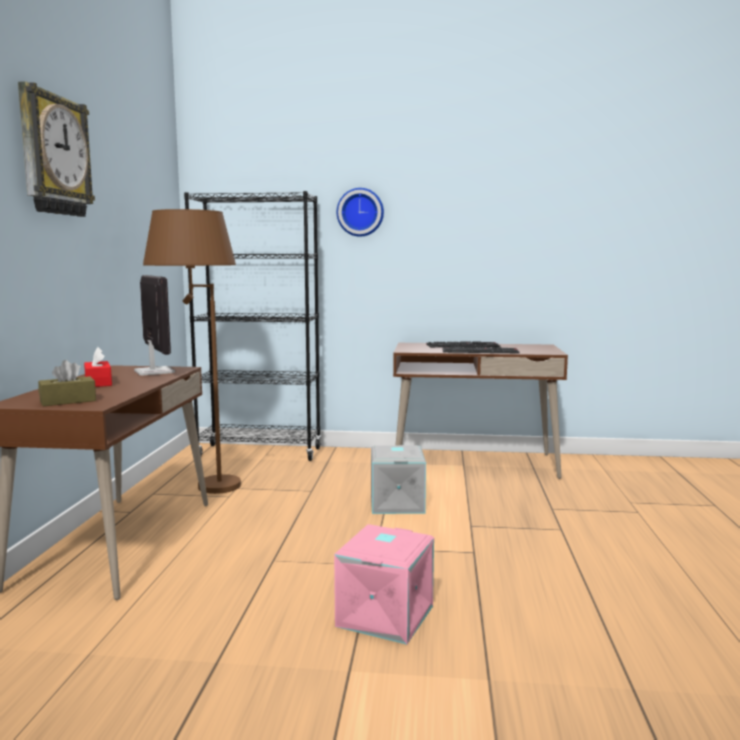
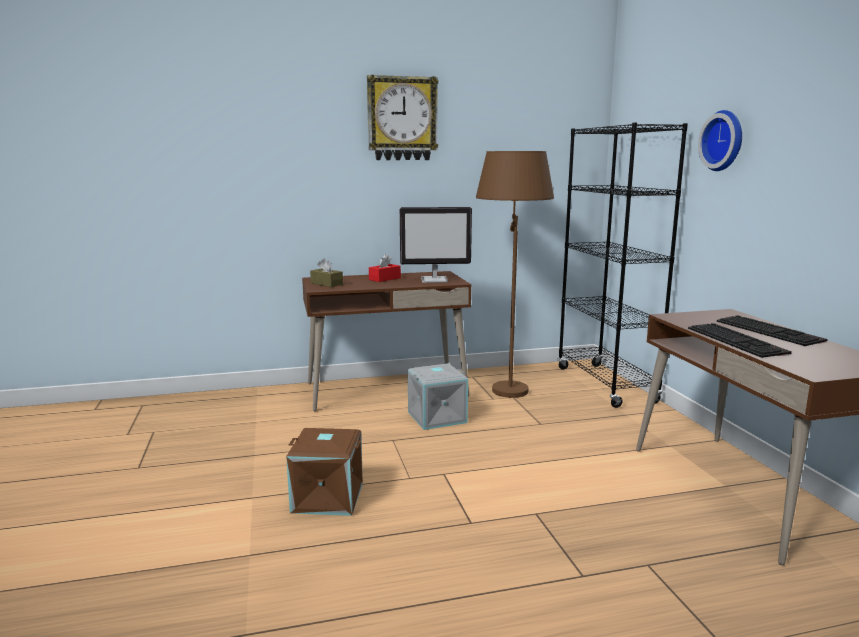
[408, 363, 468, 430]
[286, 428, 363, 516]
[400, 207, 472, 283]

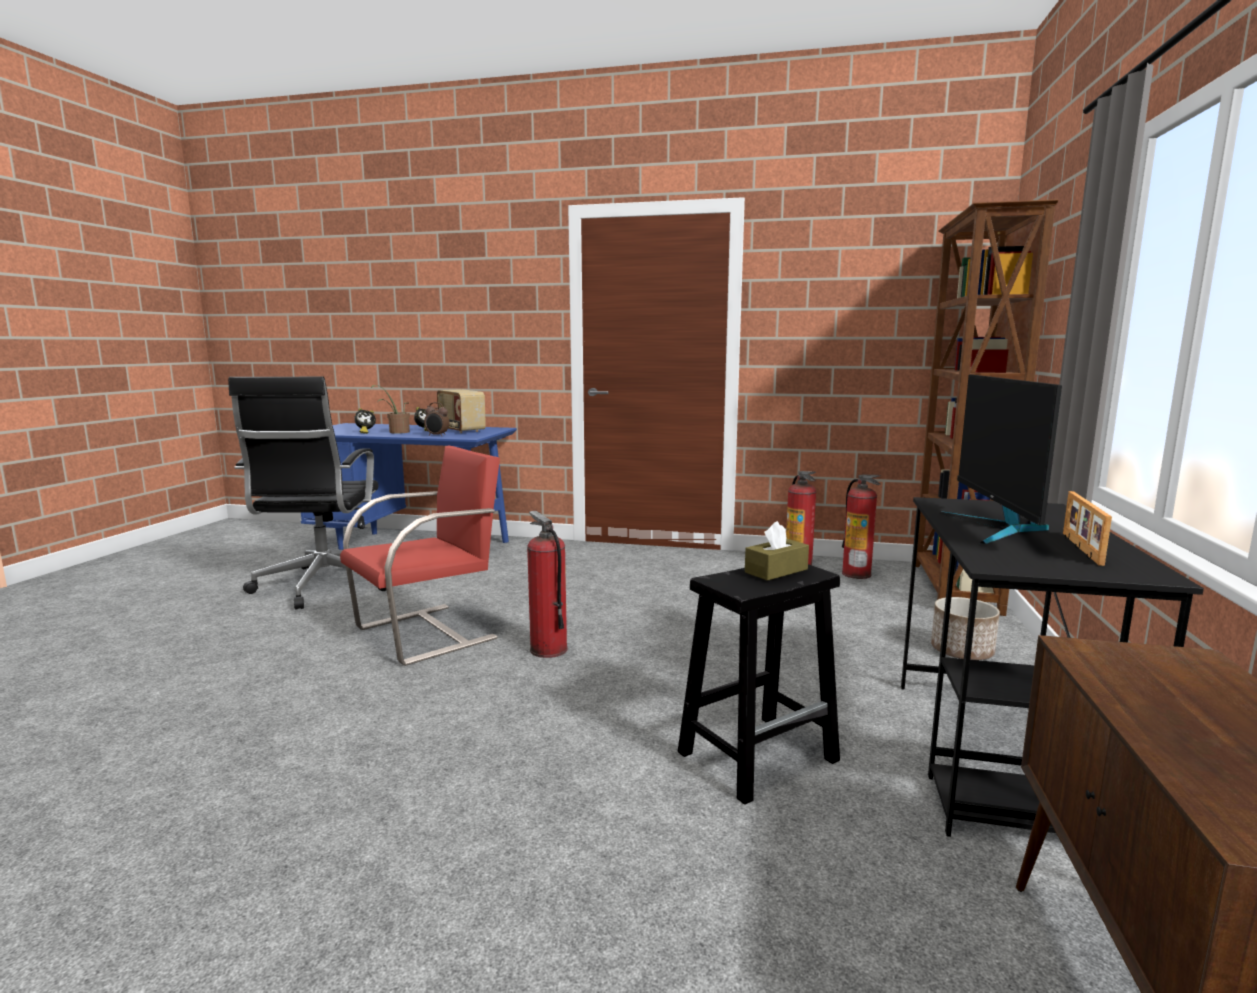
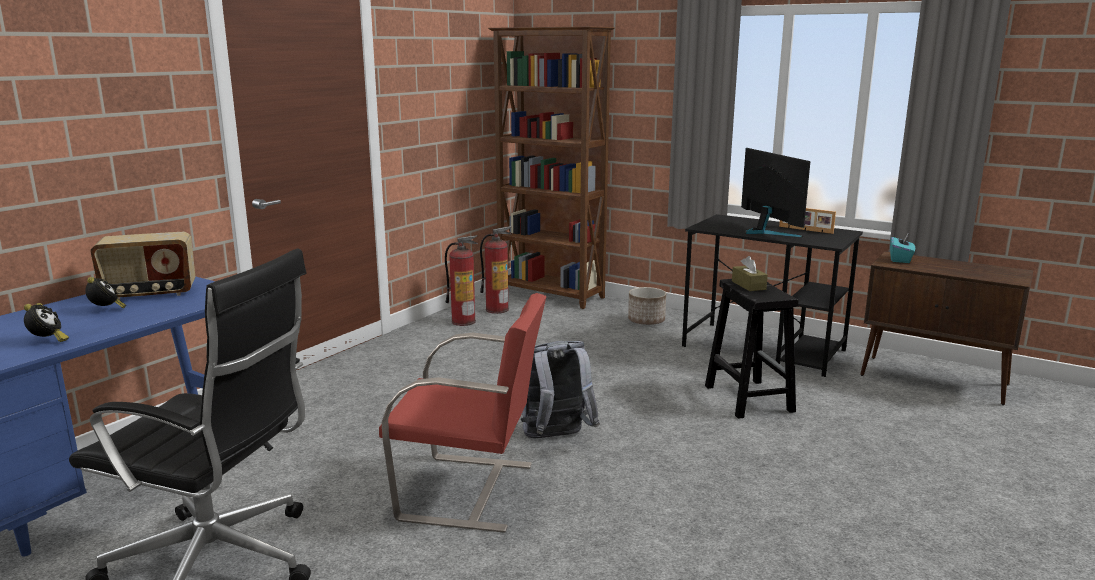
[371, 385, 410, 433] (first image)
[424, 402, 450, 436] (first image)
[890, 234, 915, 263]
[521, 341, 600, 439]
[379, 293, 547, 533]
[741, 148, 810, 237]

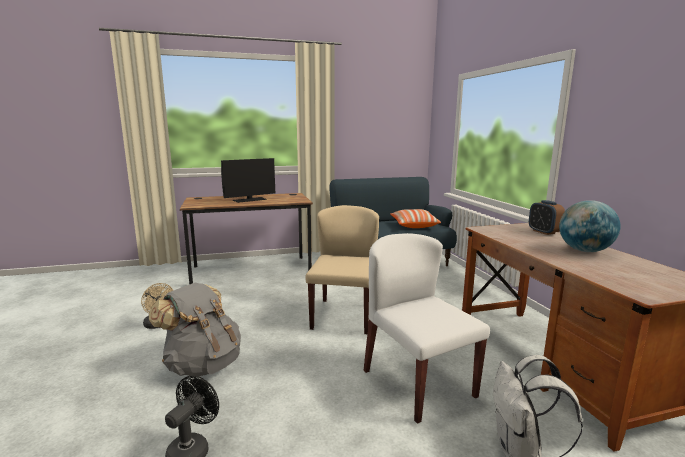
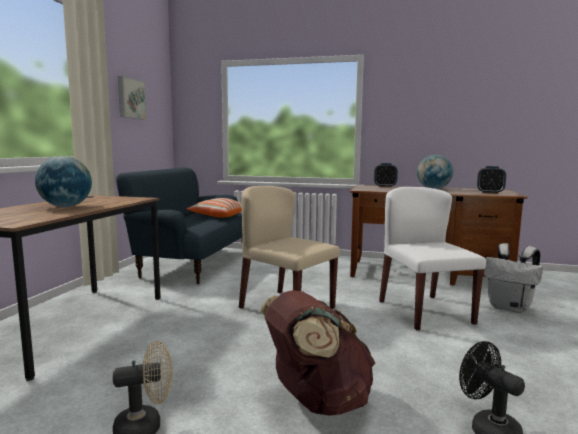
[118, 76, 147, 119]
[477, 166, 506, 194]
[35, 156, 92, 207]
[260, 290, 375, 416]
[379, 187, 486, 330]

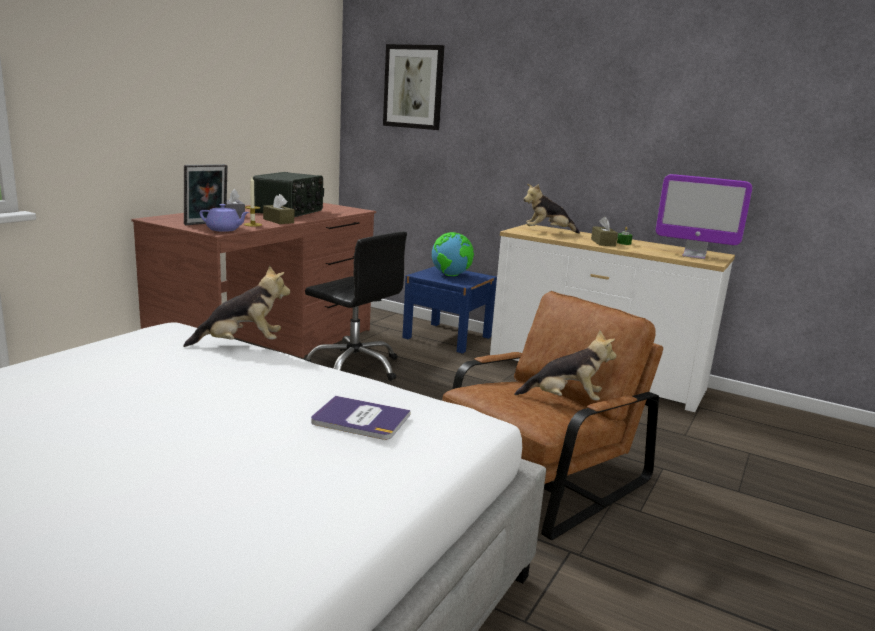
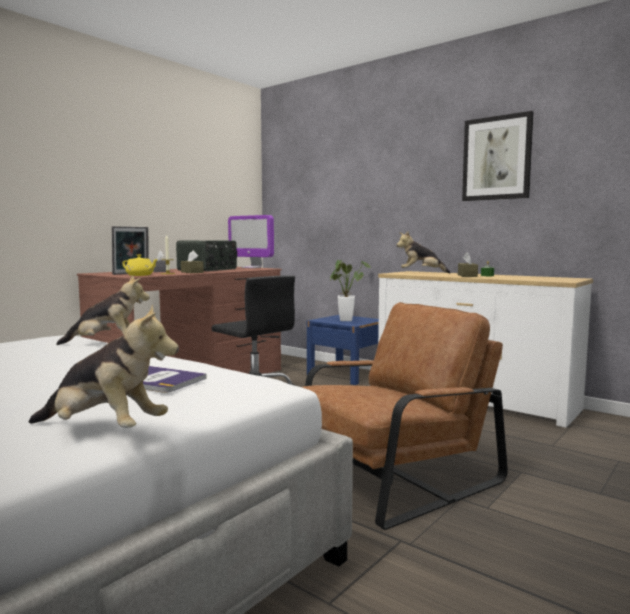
[462, 111, 533, 201]
[29, 304, 179, 428]
[228, 215, 274, 268]
[330, 260, 371, 321]
[122, 254, 159, 276]

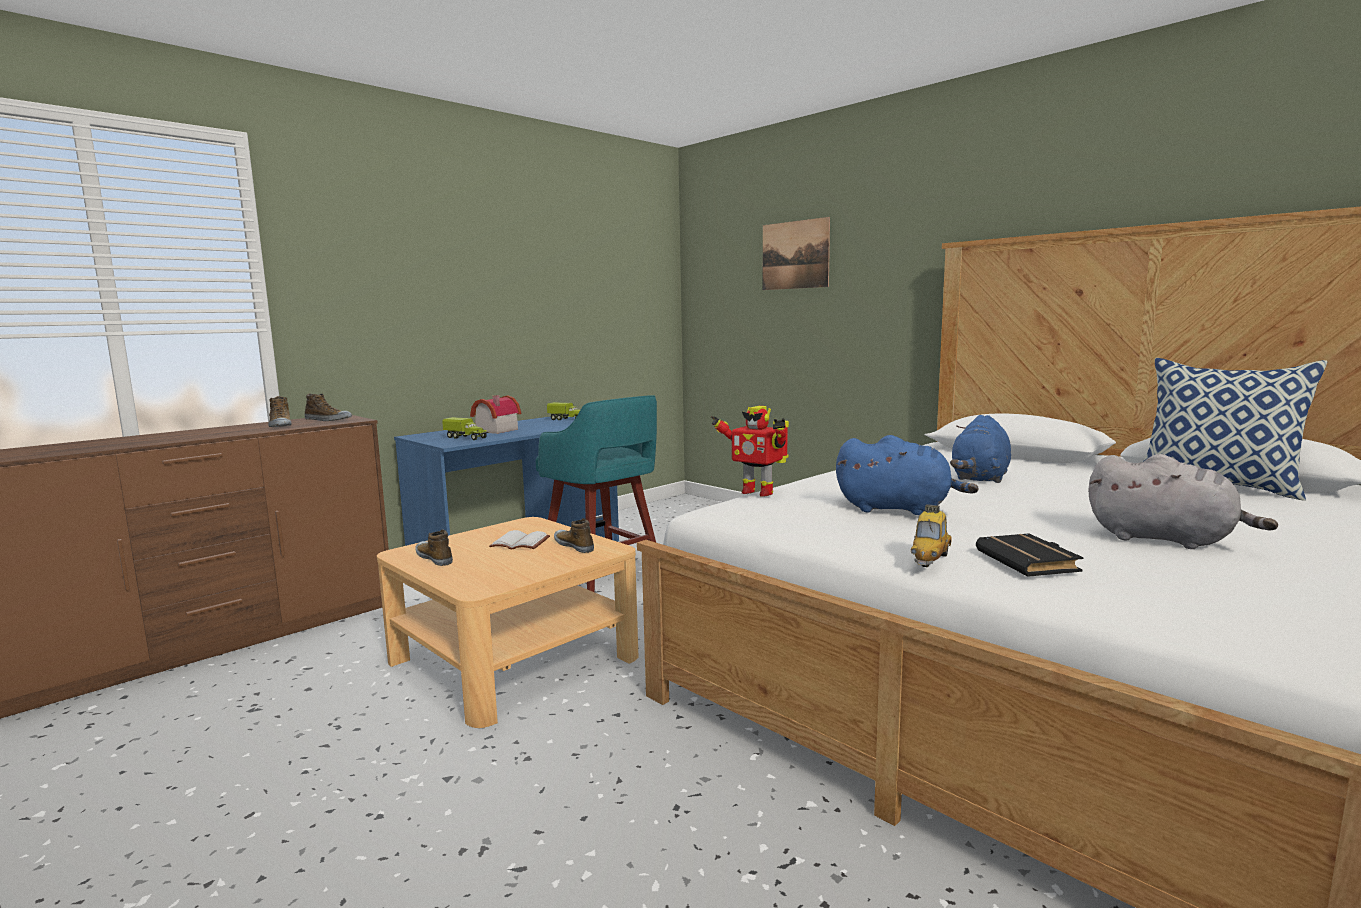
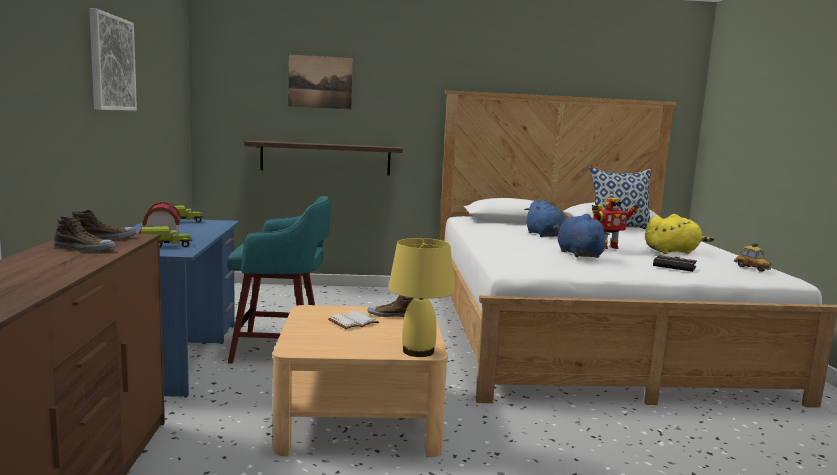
[415, 529, 453, 566] (first image)
[89, 8, 137, 111]
[244, 140, 403, 175]
[388, 238, 455, 357]
[592, 197, 640, 249]
[734, 243, 772, 272]
[645, 214, 714, 254]
[558, 214, 610, 258]

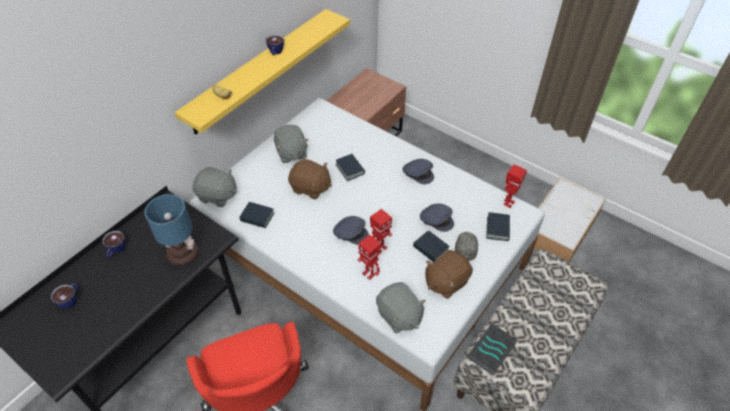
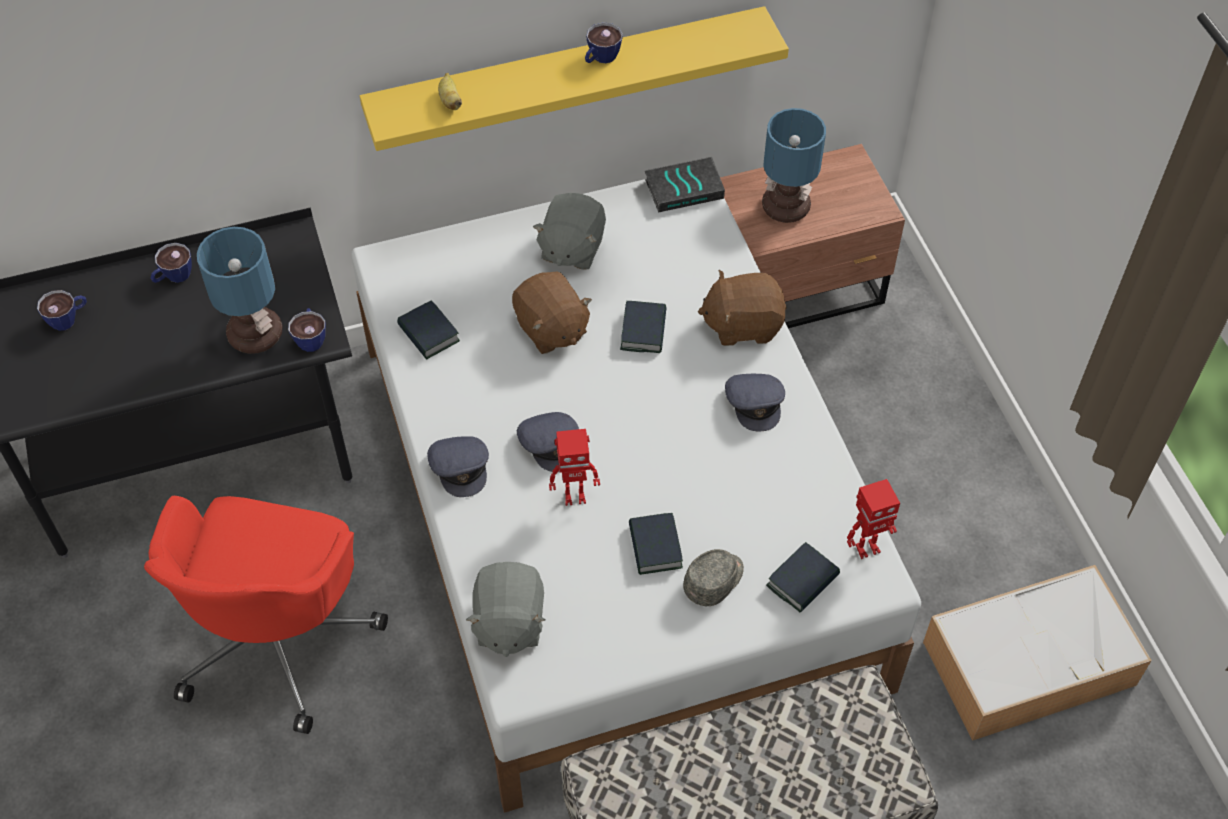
[192, 167, 237, 207] (first image)
[357, 234, 381, 280] (first image)
[288, 308, 326, 352]
[762, 108, 826, 223]
[427, 436, 489, 497]
[698, 270, 787, 346]
[645, 157, 725, 213]

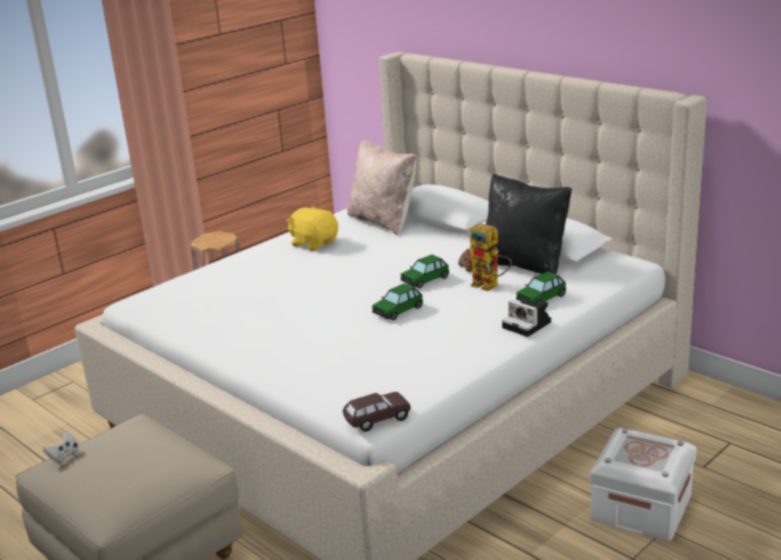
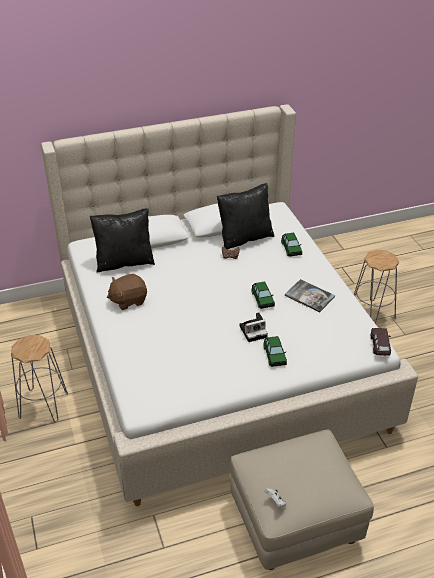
[466, 223, 512, 291] (first image)
[285, 279, 335, 312]
[263, 336, 287, 367]
[239, 312, 268, 342]
[354, 250, 400, 324]
[107, 274, 147, 310]
[90, 208, 155, 272]

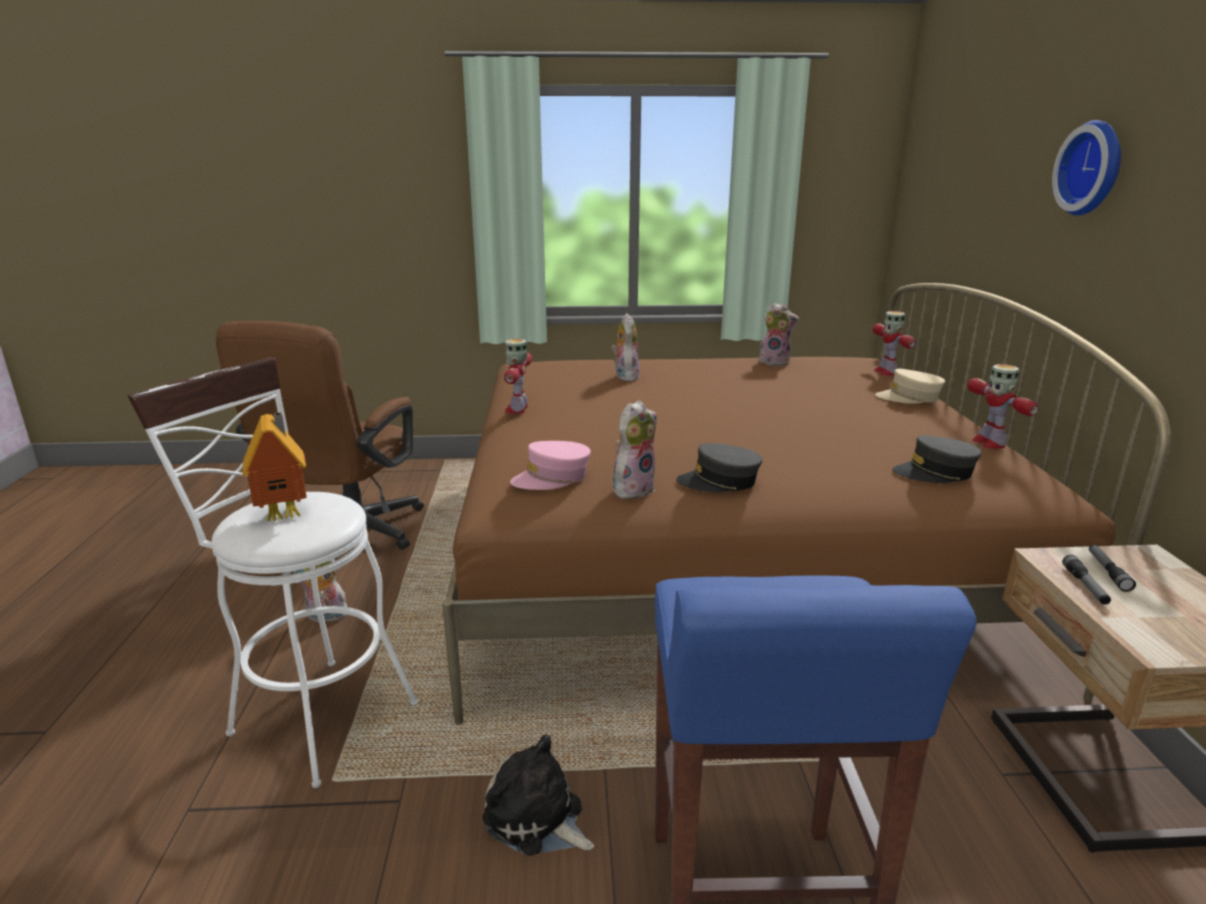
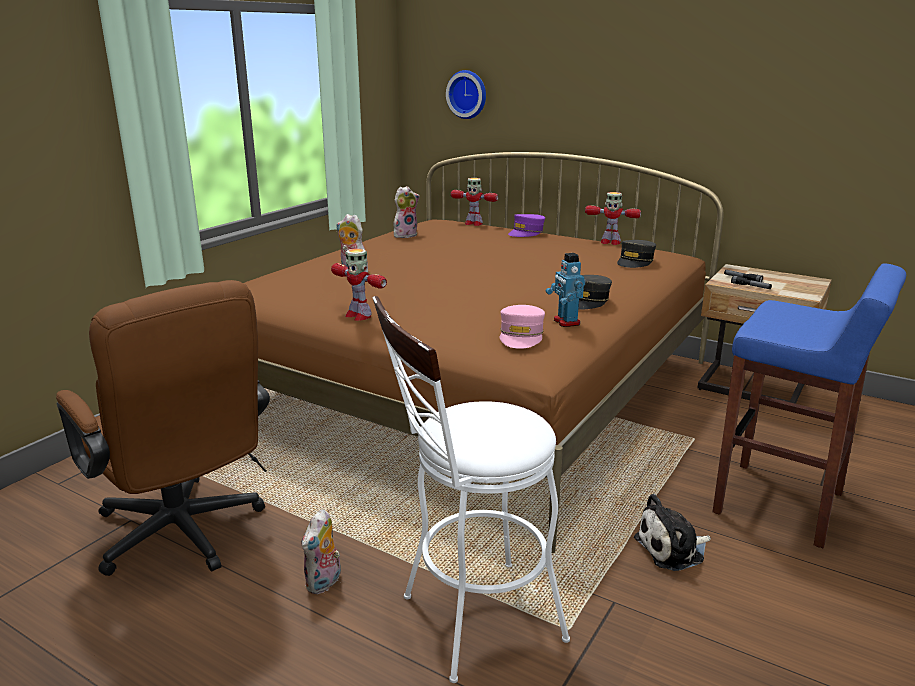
[243, 412, 307, 522] (first image)
[446, 70, 486, 119]
[546, 253, 586, 327]
[508, 214, 545, 237]

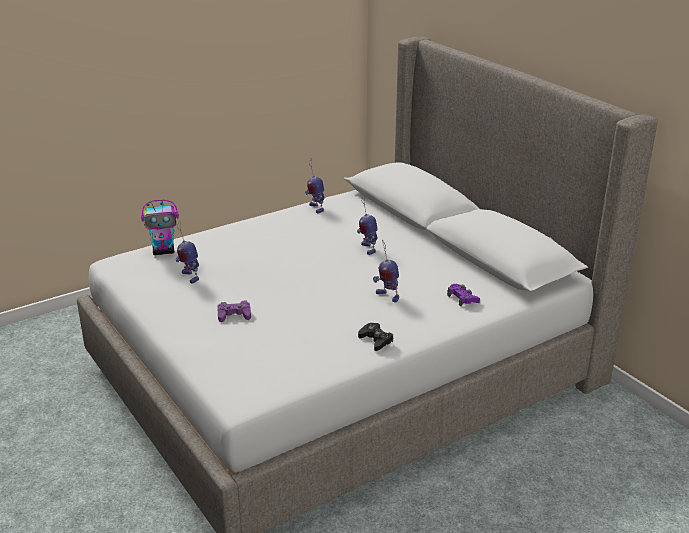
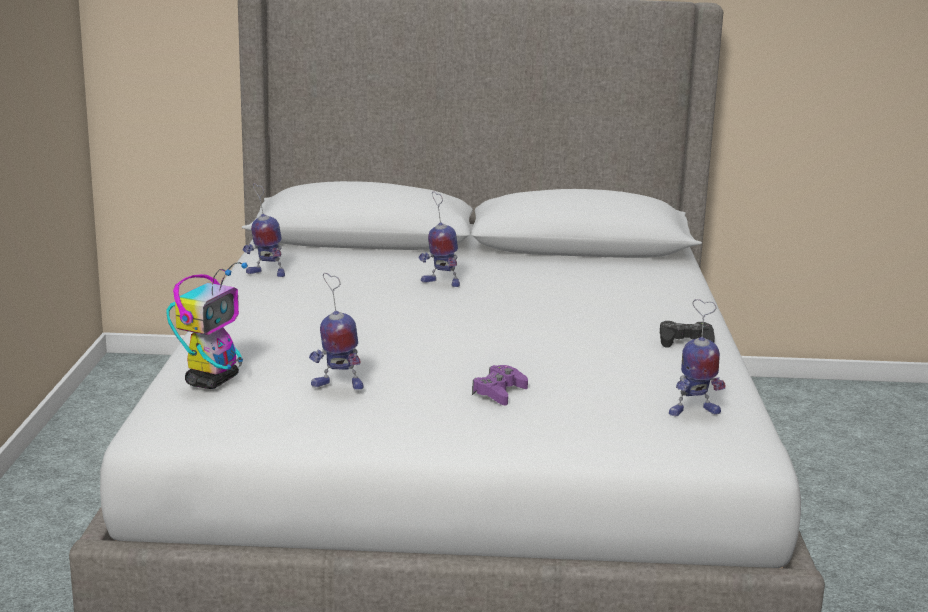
[447, 284, 480, 306] (first image)
[669, 299, 725, 416]

